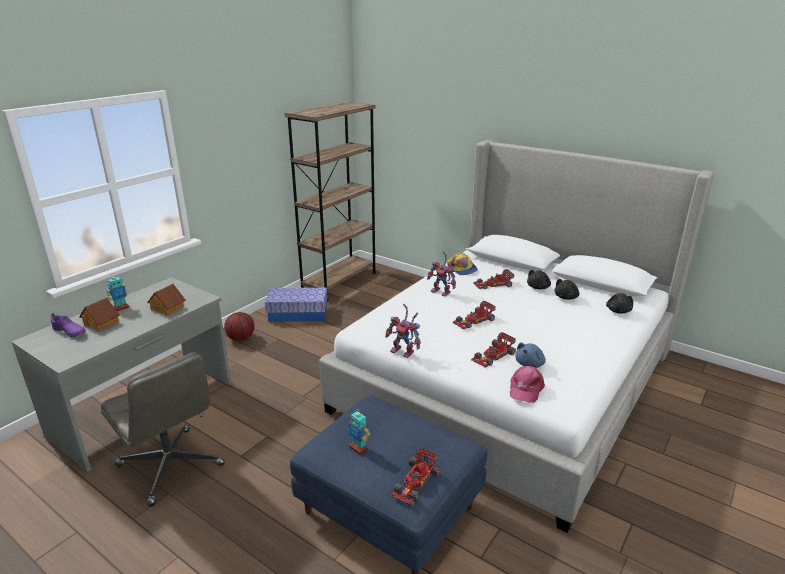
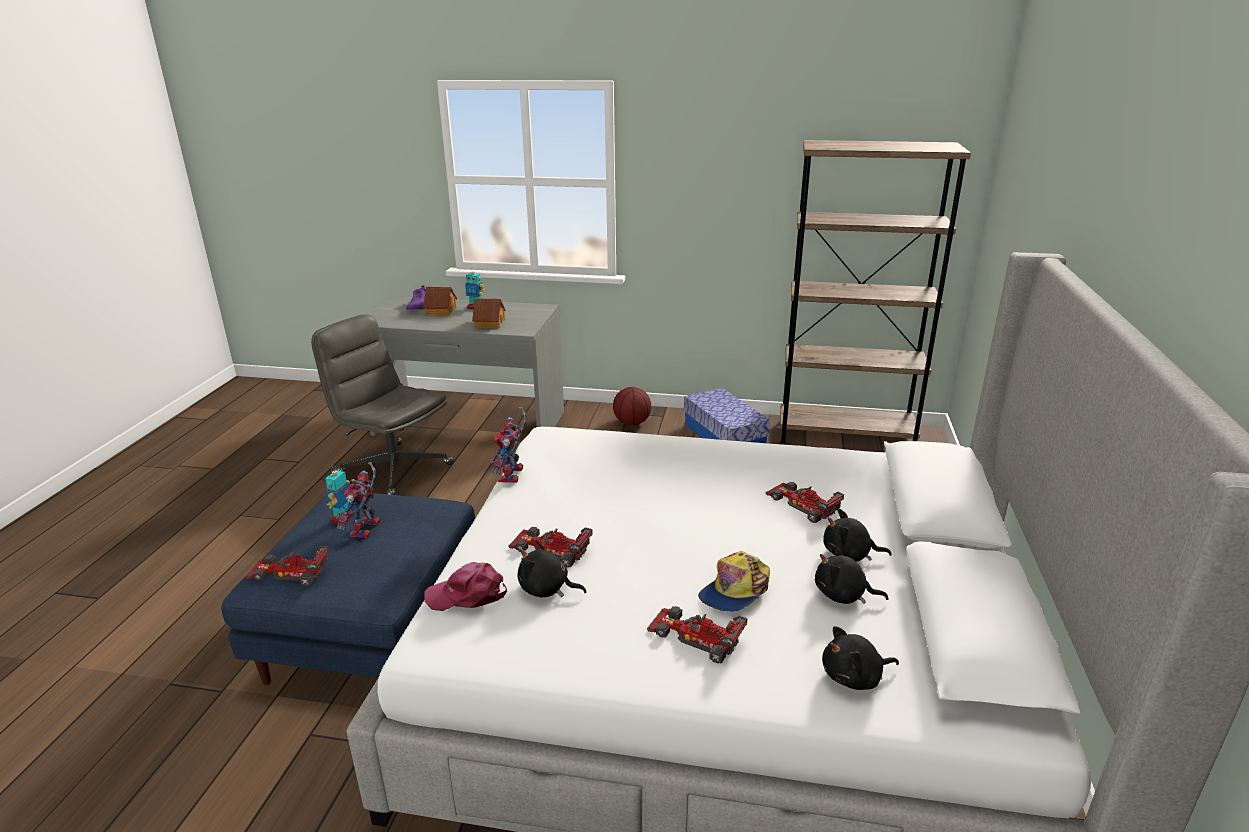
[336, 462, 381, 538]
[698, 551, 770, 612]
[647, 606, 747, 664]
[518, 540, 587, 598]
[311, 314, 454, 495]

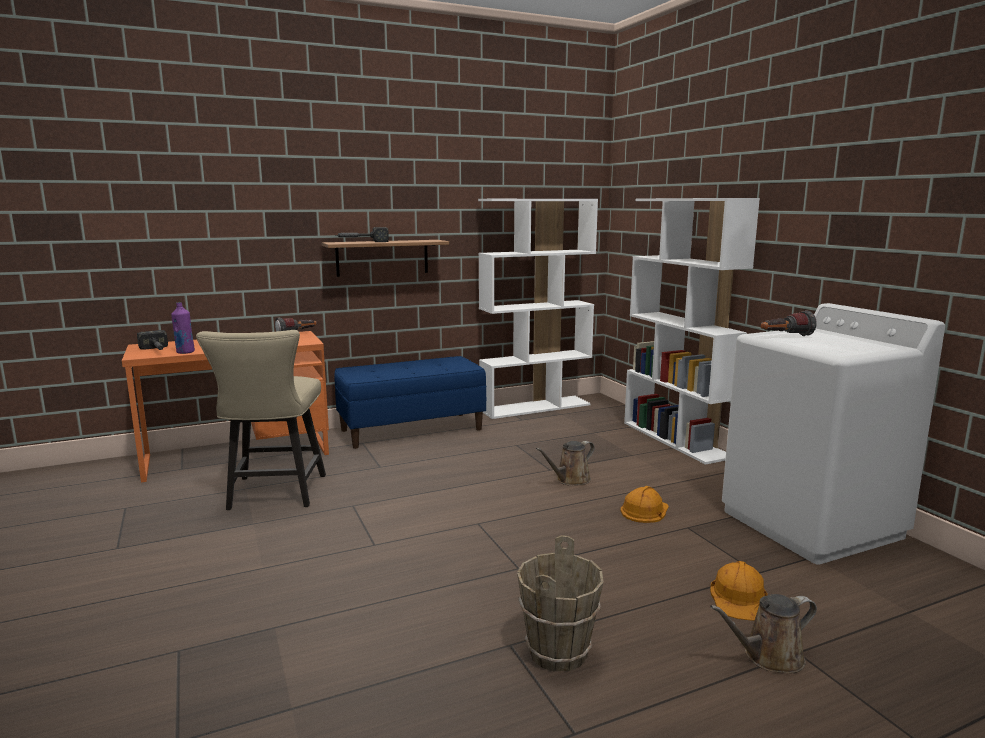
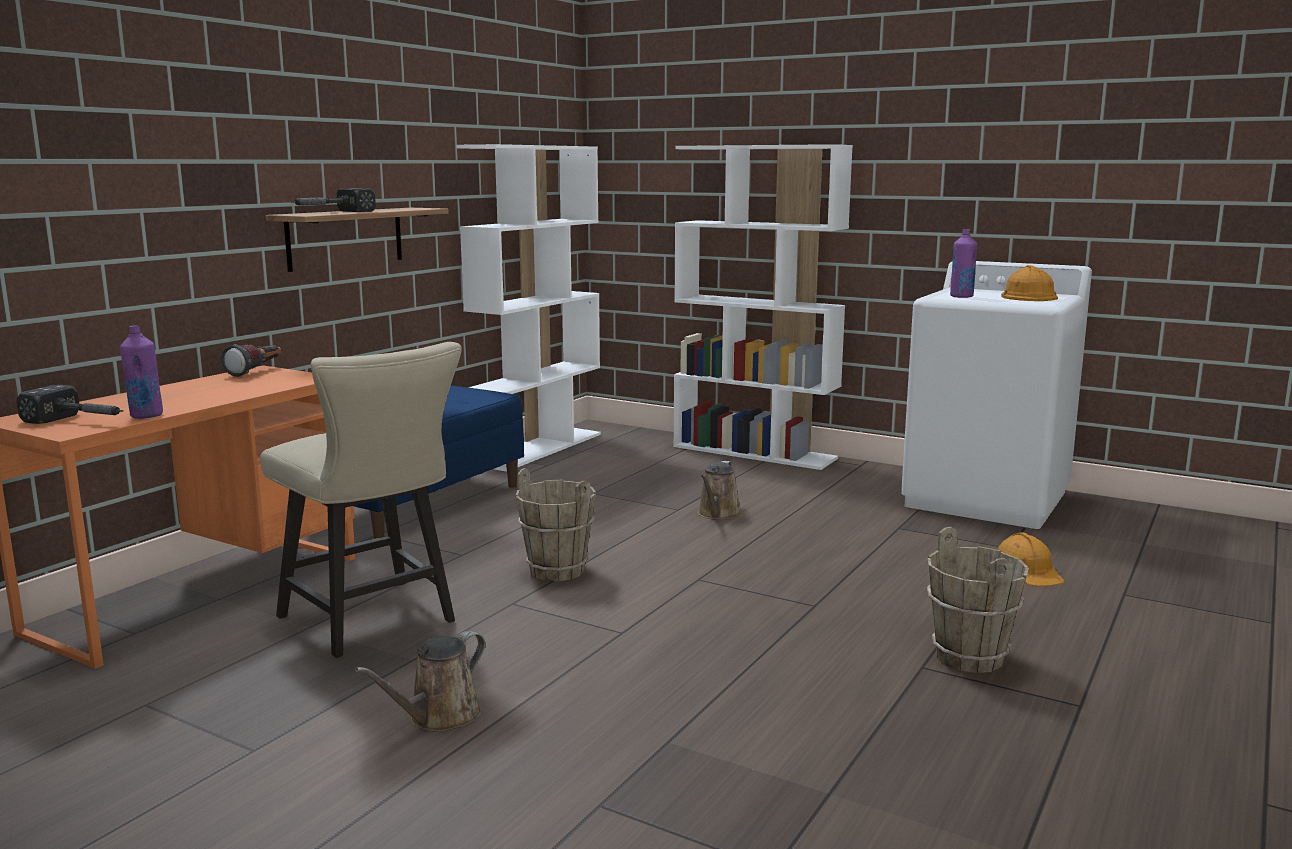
[515, 468, 596, 581]
[1001, 265, 1058, 301]
[355, 631, 485, 732]
[950, 229, 977, 298]

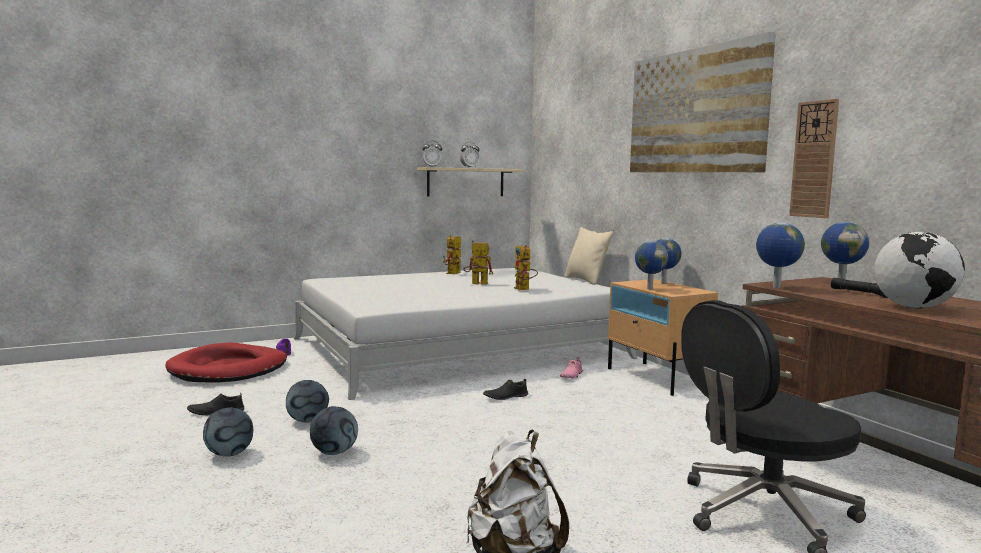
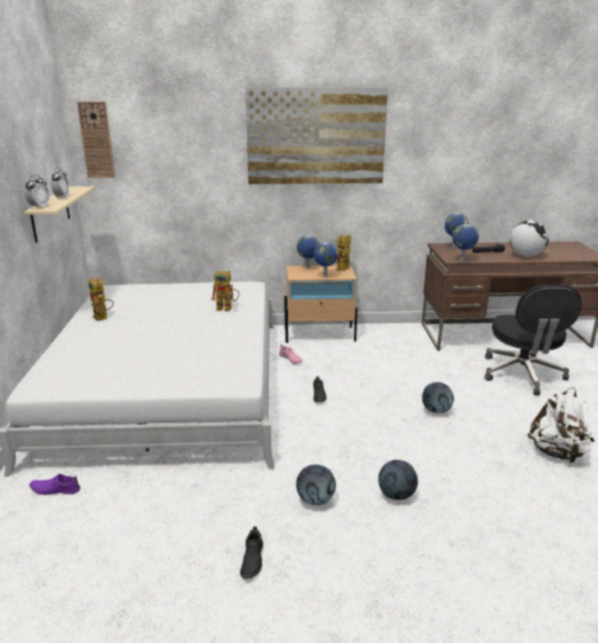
[165, 342, 287, 383] (first image)
[564, 227, 613, 285] (first image)
[422, 382, 454, 413]
[335, 234, 351, 271]
[77, 101, 115, 178]

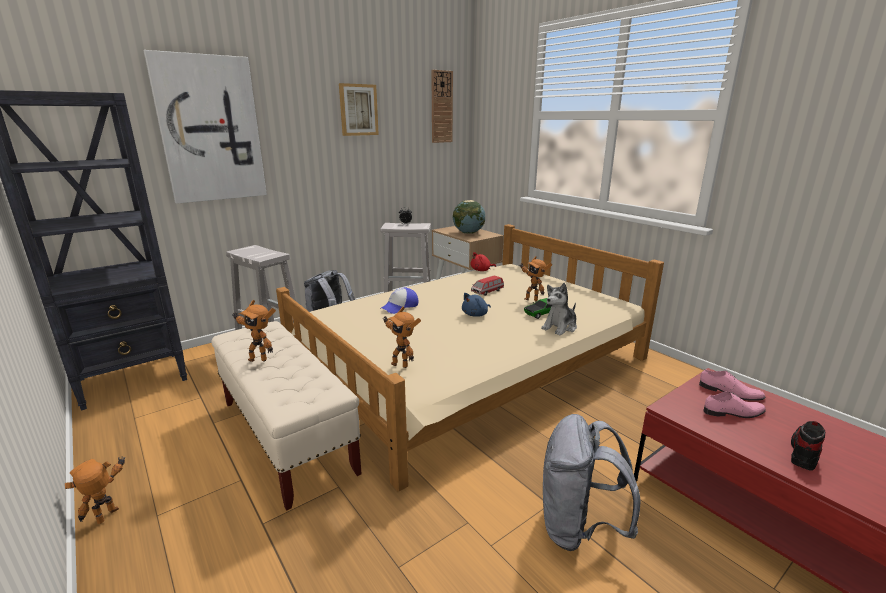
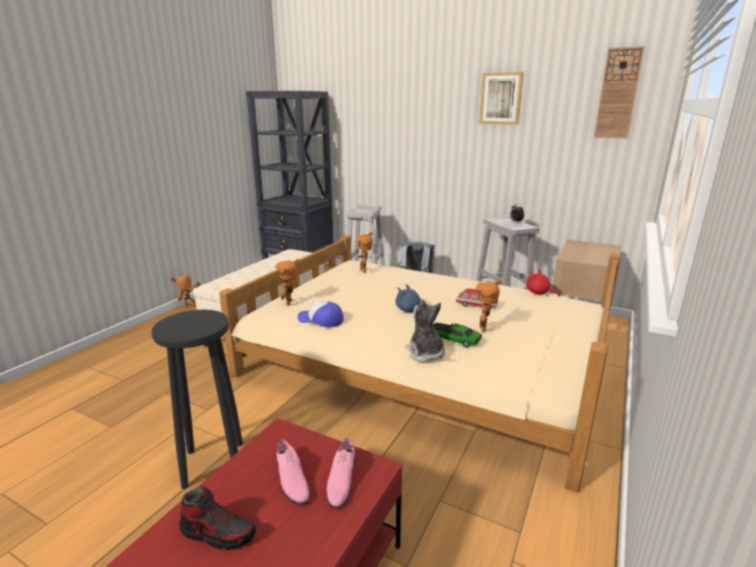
[144, 50, 267, 204] (first image)
[453, 200, 485, 234] (first image)
[356, 232, 373, 273]
[298, 301, 344, 327]
[151, 310, 243, 489]
[406, 299, 445, 362]

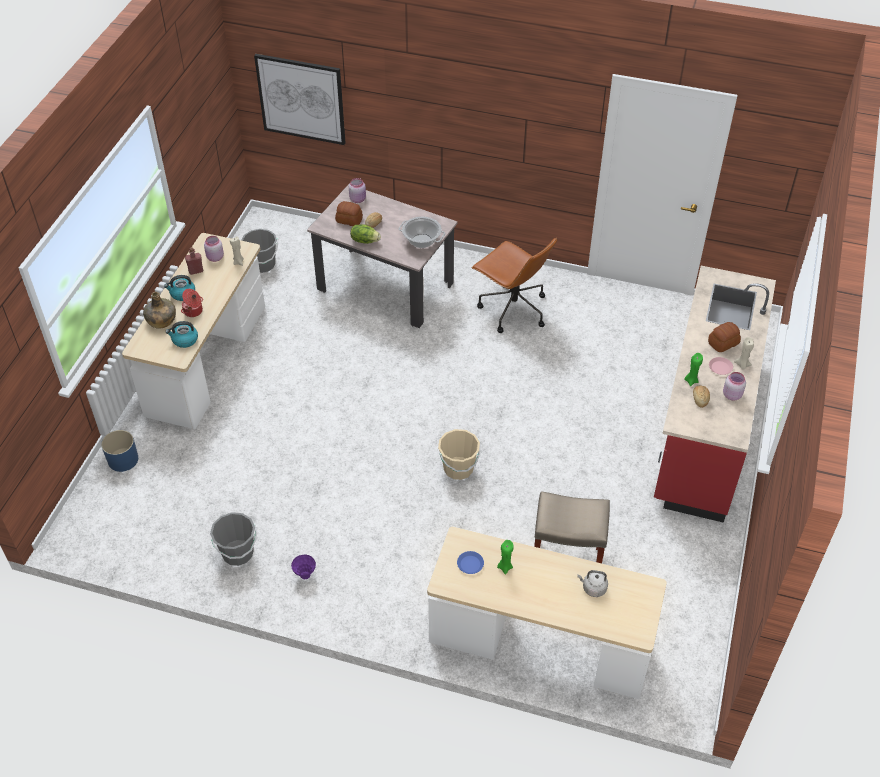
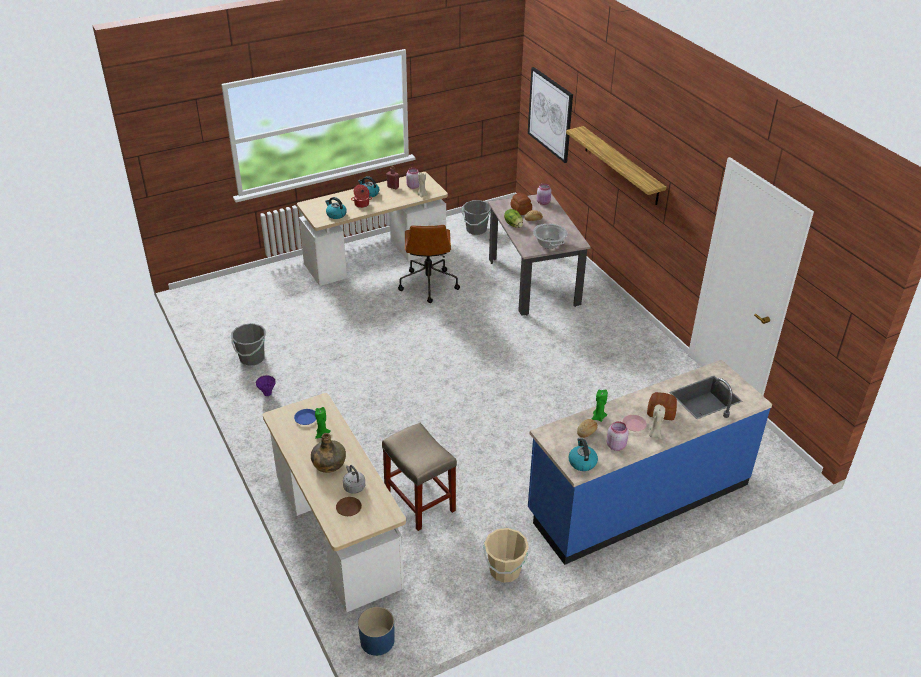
[336, 497, 362, 516]
[566, 126, 666, 205]
[568, 438, 598, 471]
[358, 607, 394, 656]
[311, 433, 346, 473]
[483, 528, 529, 583]
[398, 225, 460, 303]
[528, 360, 772, 565]

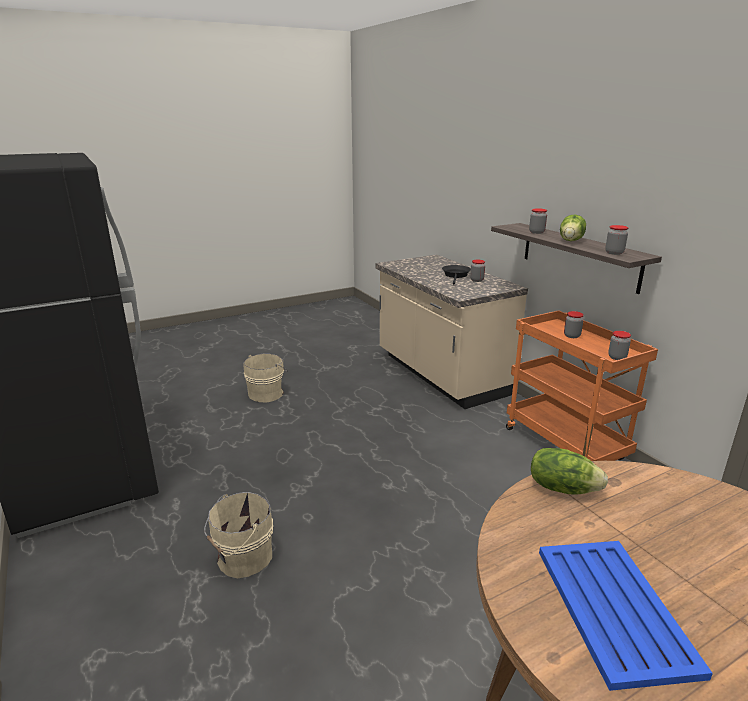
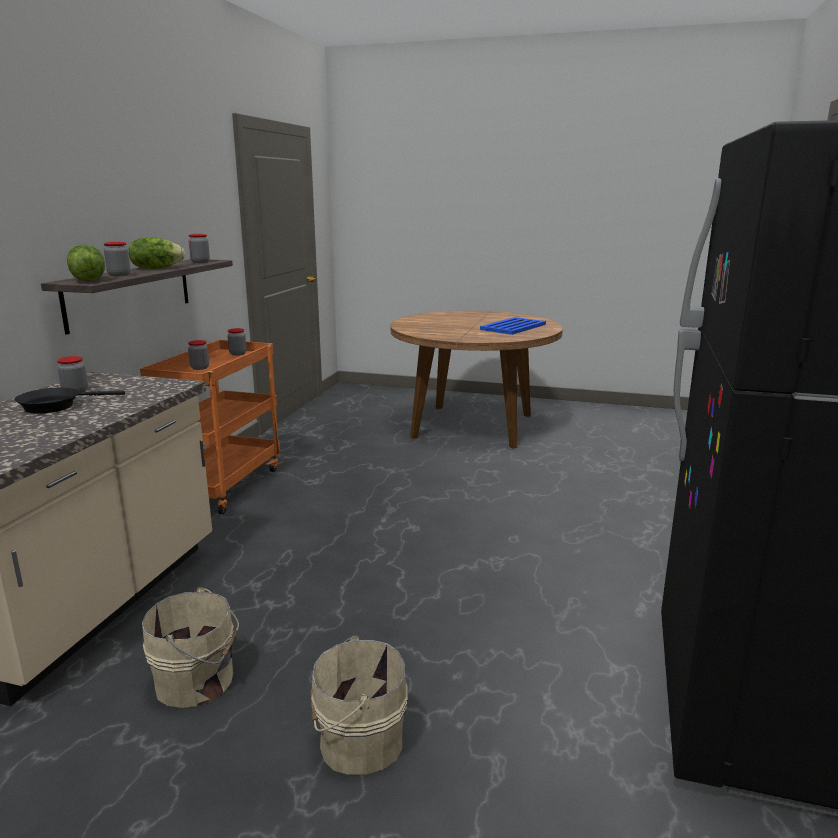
[142, 587, 239, 708]
[67, 244, 105, 281]

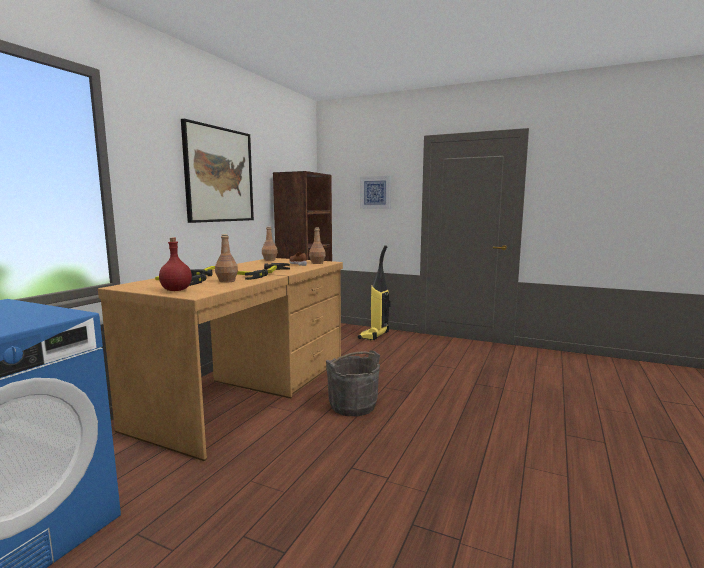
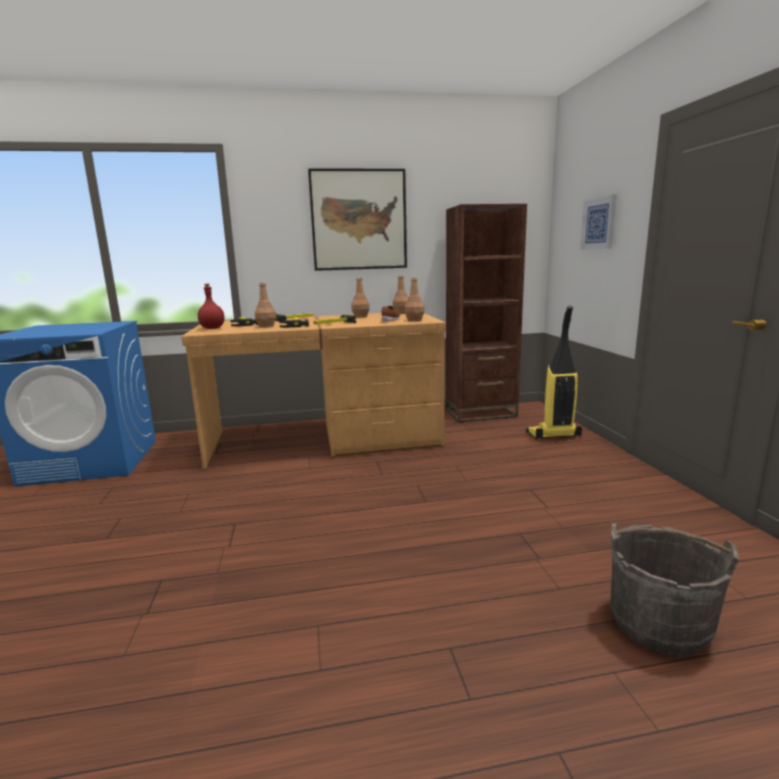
[351, 277, 370, 318]
[610, 523, 739, 657]

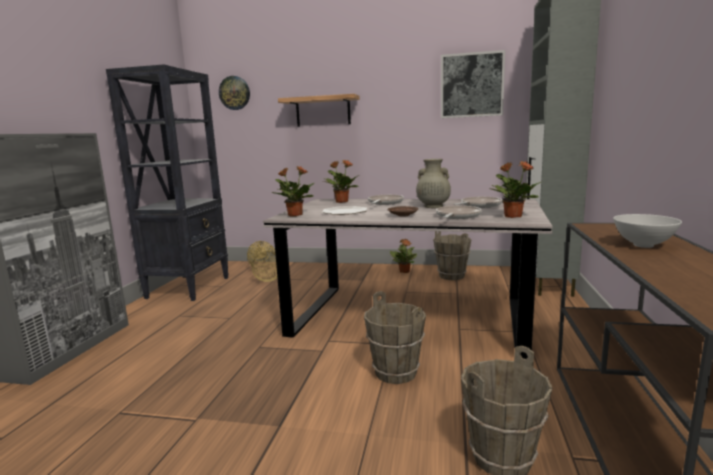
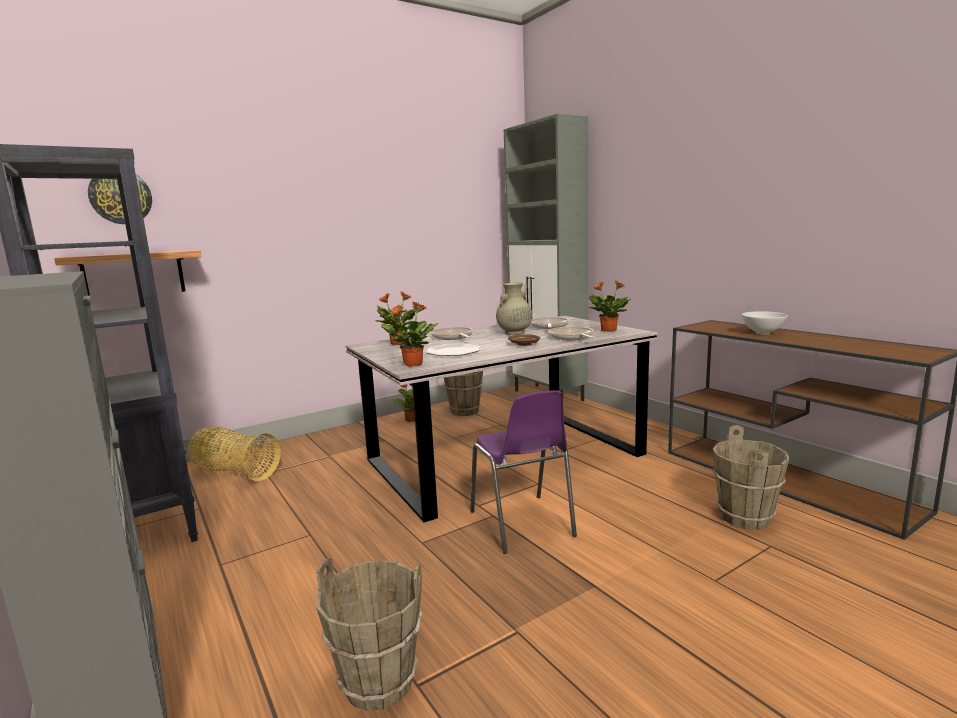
[441, 50, 505, 118] (first image)
[470, 390, 577, 554]
[54, 250, 202, 296]
[316, 558, 423, 711]

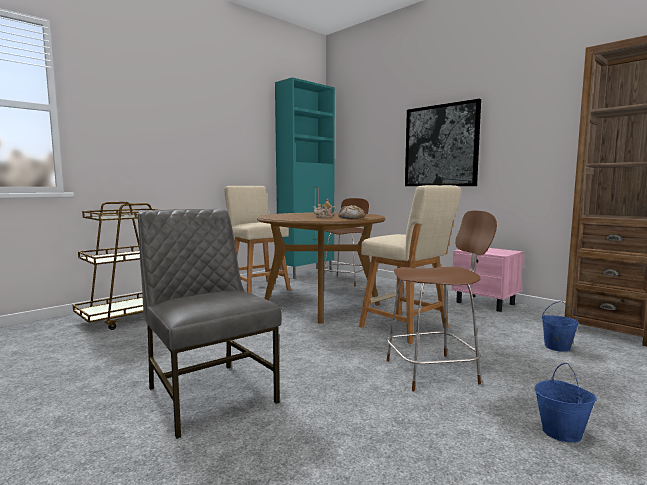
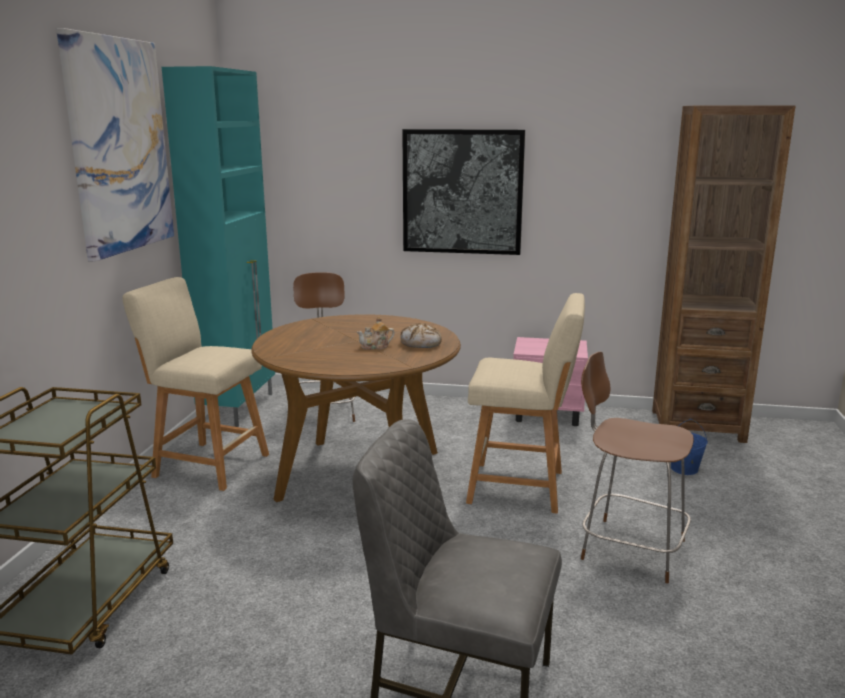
[534, 363, 597, 443] (first image)
[56, 28, 174, 262]
[581, 351, 694, 583]

